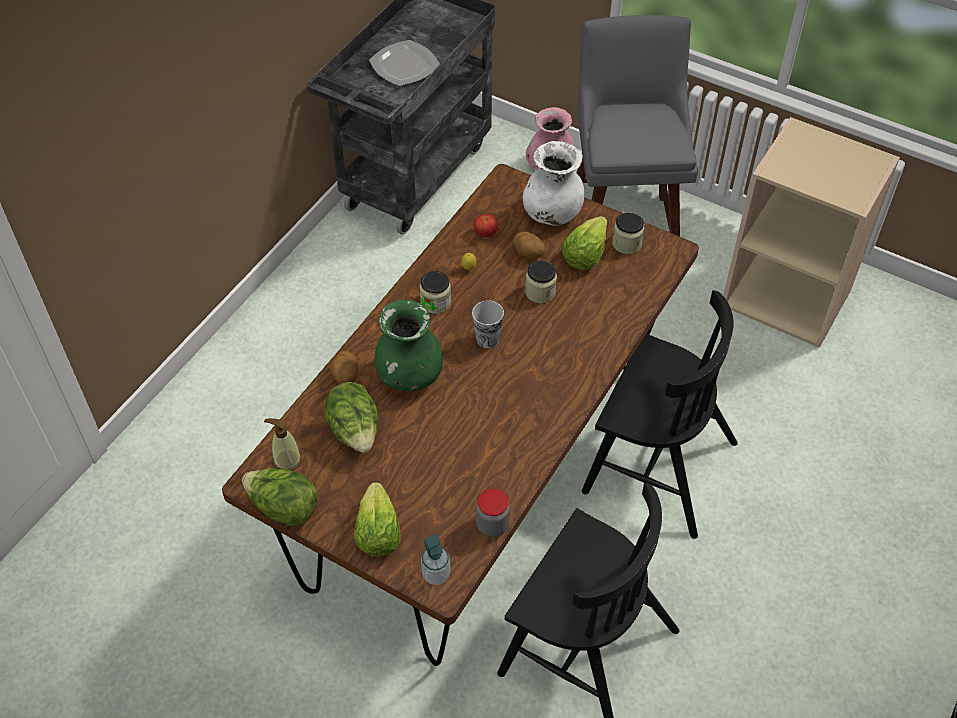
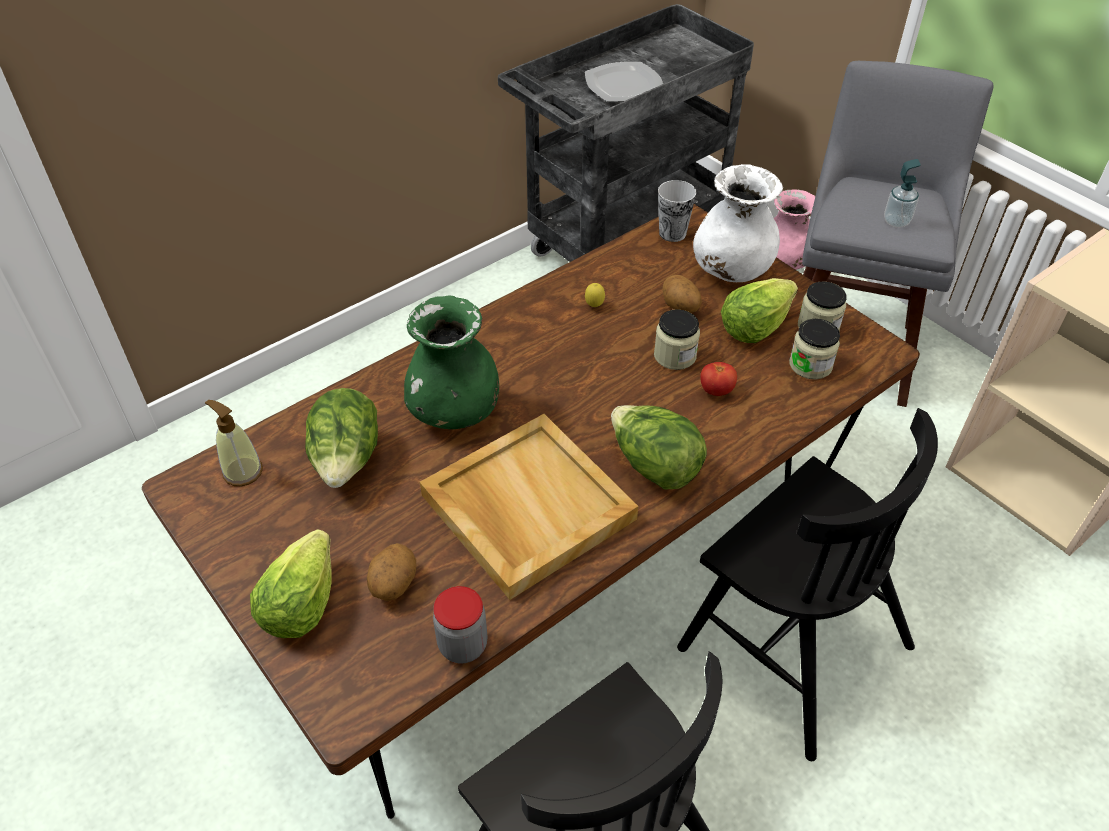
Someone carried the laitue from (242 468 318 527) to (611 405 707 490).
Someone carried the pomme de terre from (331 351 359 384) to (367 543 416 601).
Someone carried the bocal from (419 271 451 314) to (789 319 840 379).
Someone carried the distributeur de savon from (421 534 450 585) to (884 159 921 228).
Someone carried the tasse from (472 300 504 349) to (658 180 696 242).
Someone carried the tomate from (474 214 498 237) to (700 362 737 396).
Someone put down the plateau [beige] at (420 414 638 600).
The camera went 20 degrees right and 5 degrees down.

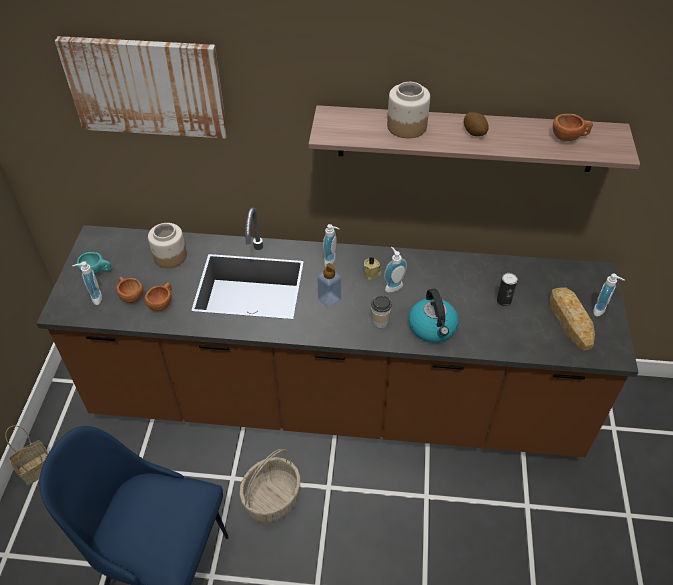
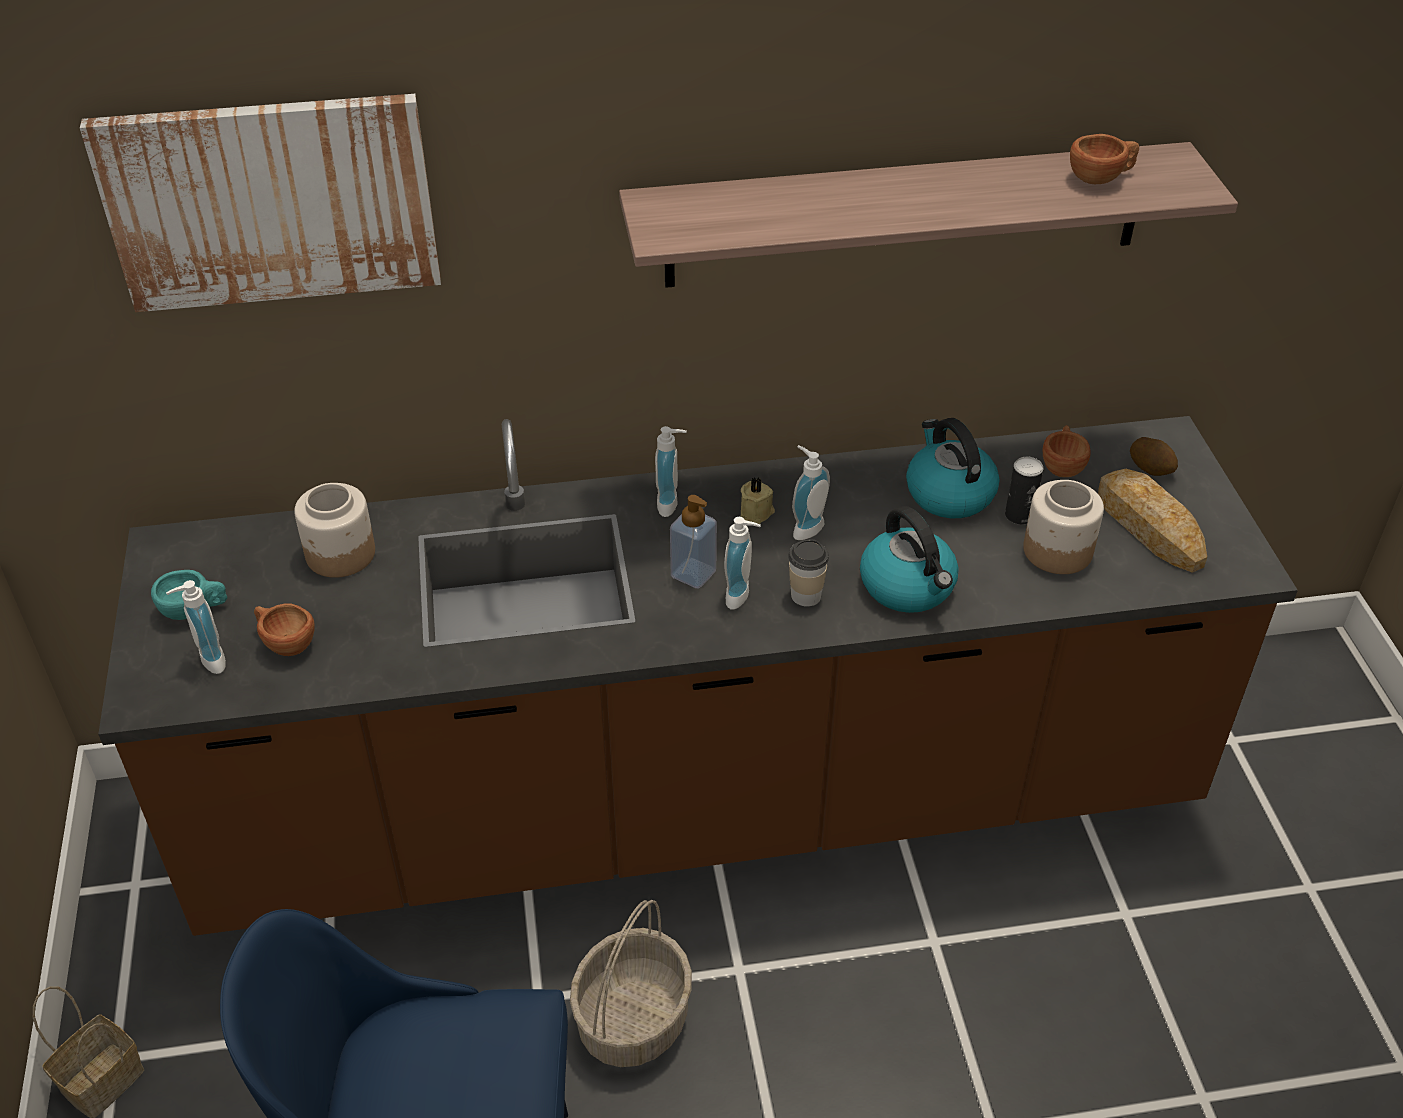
Someone carried the tasse [marron] from (145 283 172 311) to (1043 425 1091 477).
Someone carried the bocal from (387 82 430 138) to (1023 480 1104 574).
Someone carried the pomme de terre from (464 112 488 136) to (1130 437 1178 476).
Someone carried the distributeur de savon from (593 273 625 317) to (724 517 761 609).
Someone put down the bouilloire at (906 418 999 518).
The camera went 15 degrees left and 5 degrees down.

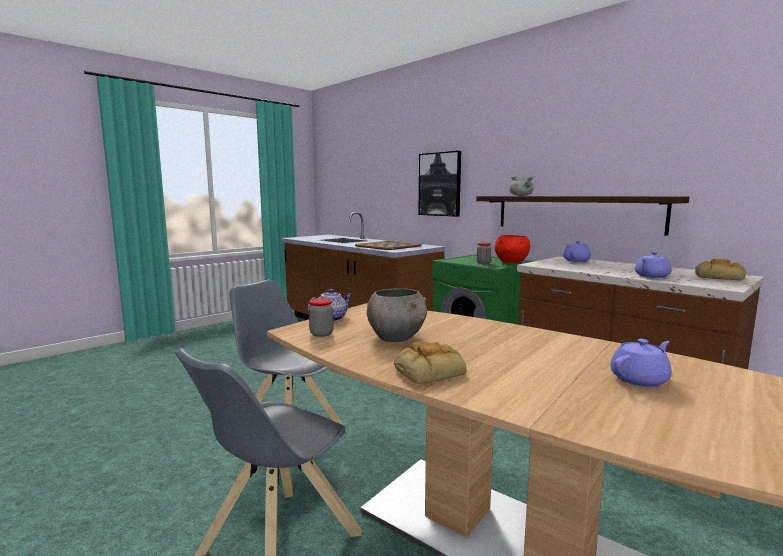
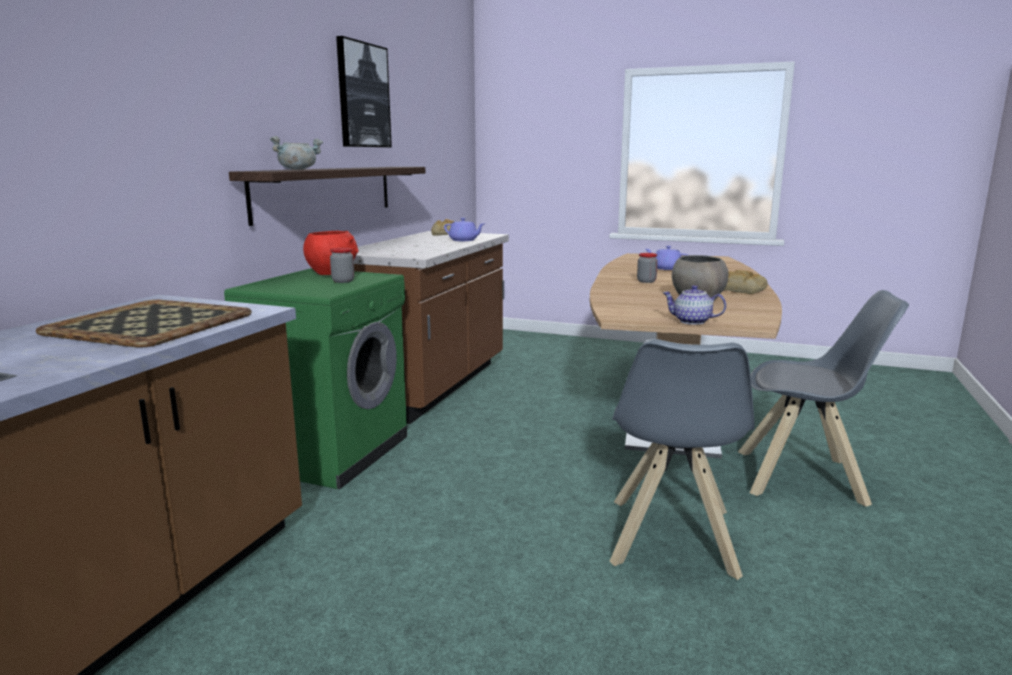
Someone carried the bocal from (309 298 334 337) to (637 253 658 283).
Someone carried the tableau from (418 151 461 217) to (336 36 392 147).
Someone took away the théière [violet] at (563 241 591 262).
The camera went 115 degrees left and 5 degrees up.

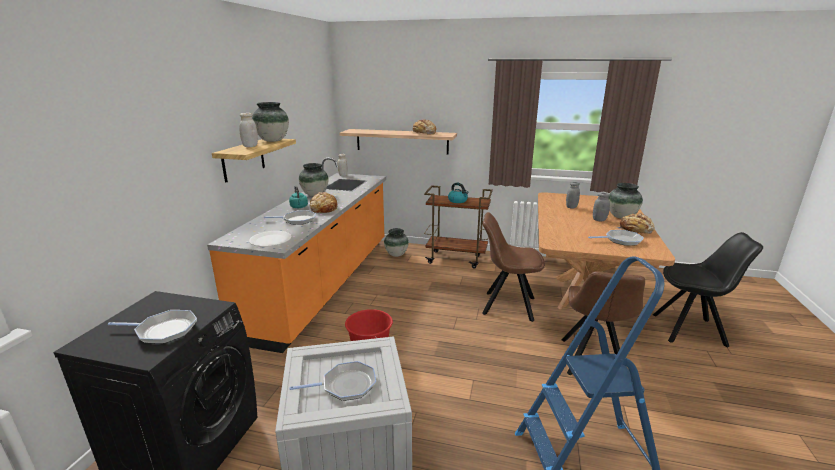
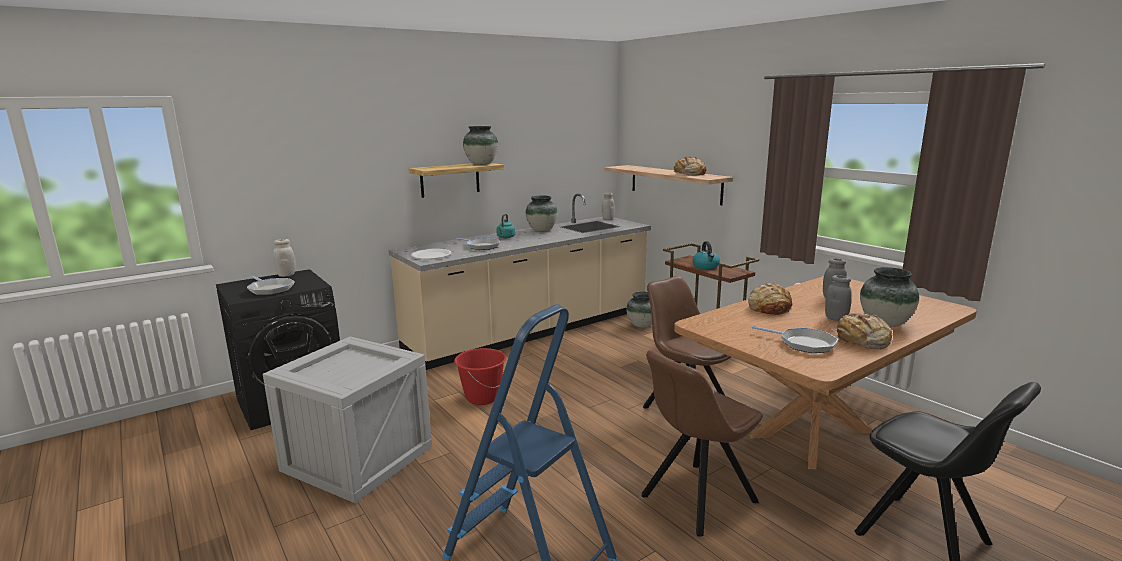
Someone repainted the comptoir de cuisine [orange] at (207 158 386 353), which became the comptoir de cuisine [beige] at (389 193 651 370).
Someone carried the bocal [blanc] from (239 113 258 147) to (273 239 296 277).
Someone took away the poêle at (289 361 376 401).
Someone carried the pain from (310 192 338 213) to (748 283 792 315).
The camera went 40 degrees right and 5 degrees down.

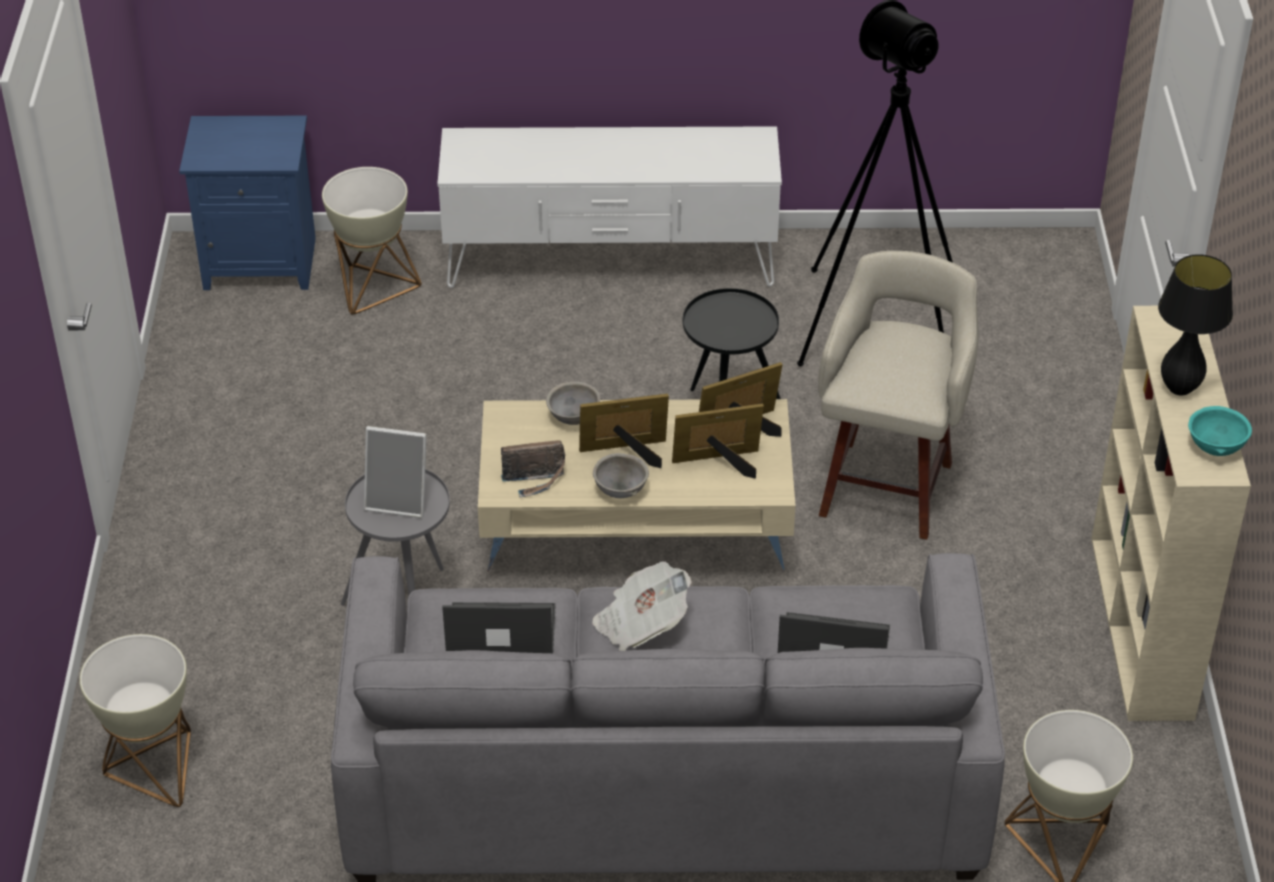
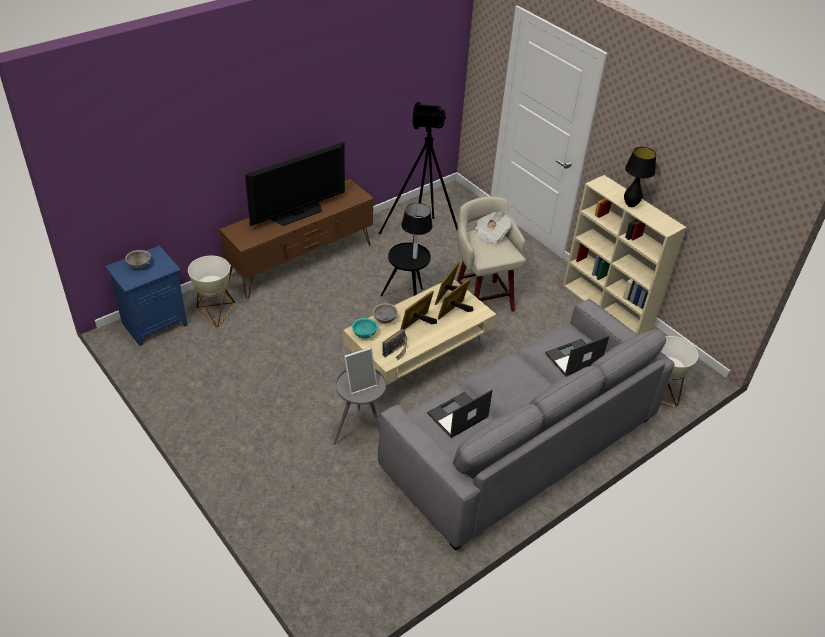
Someone took away the cache-pot at (79 634 191 807).
Someone repainted the meuble télé [blanc] at (437 126 782 288), which became the meuble télé [marron] at (219 179 374 299).
Someone carried the journal from (592 562 692 651) to (475 212 511 244).
Someone carried the bol [gris] from (593 453 649 498) to (125 250 151 269).
Someone carried the bol [turquoise] from (1188 406 1252 456) to (352 318 377 339).
Someone put down the téléviseur at (245 142 345 226).
Someone put down the lampe de table at (401 203 433 259).
The camera went 40 degrees left and 0 degrees up.

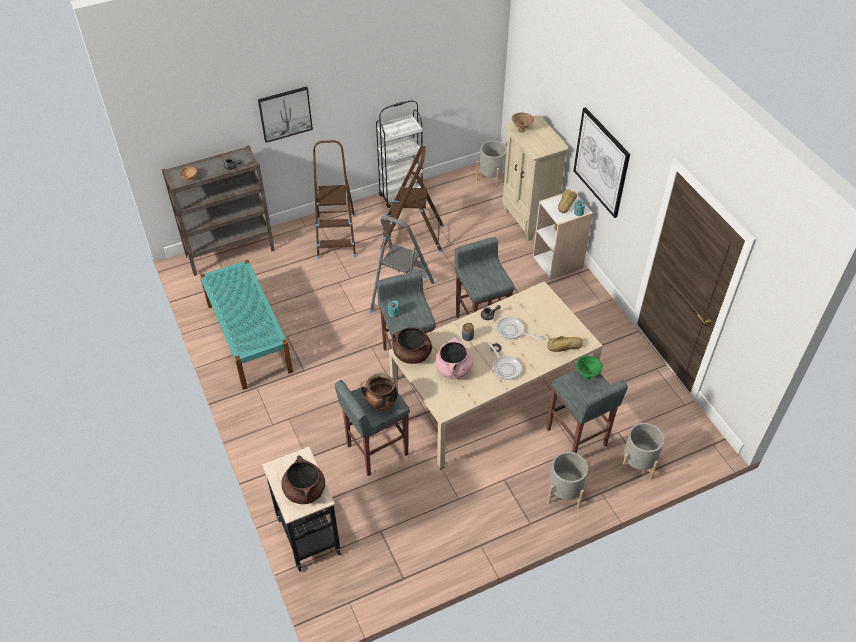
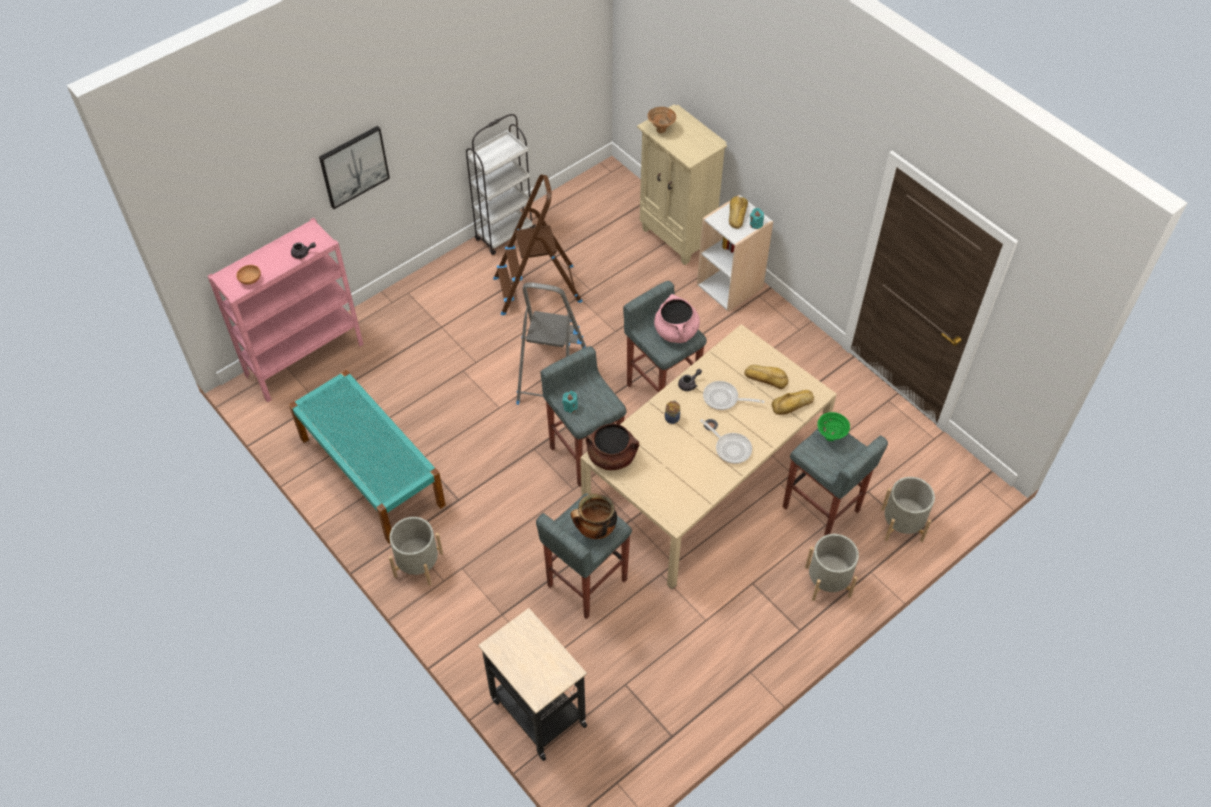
Someone repainted the bibliothèque [gris] at (162 145 275 276), which became the bibliothèque [rose] at (208 217 364 402).
Someone took away the marmite [marron] at (281 456 325 504).
Someone took away the escabeau [marron] at (313 140 356 259).
Someone carried the marmite [rose] from (435 337 473 380) to (654 294 700 343).
Someone carried the cache-pot [gris] from (476 141 507 188) to (389 517 443 586).
Someone took away the tableau at (573 107 630 218).
Someone put down the pain at (744 365 788 389).
The camera went 15 degrees left and 5 degrees up.

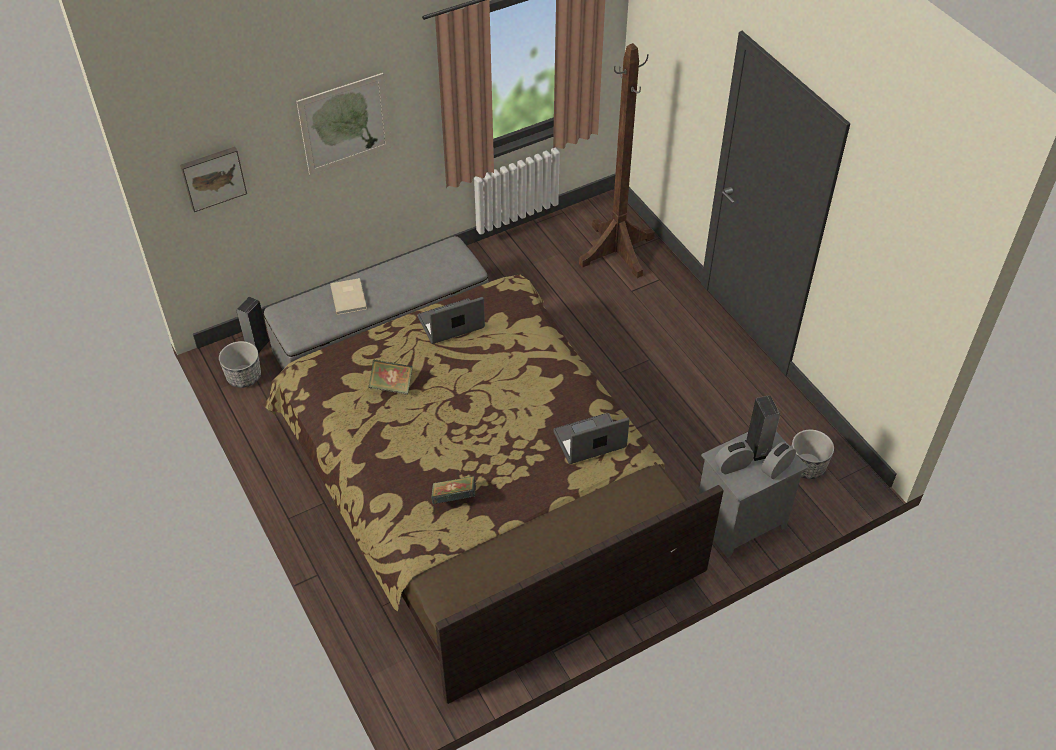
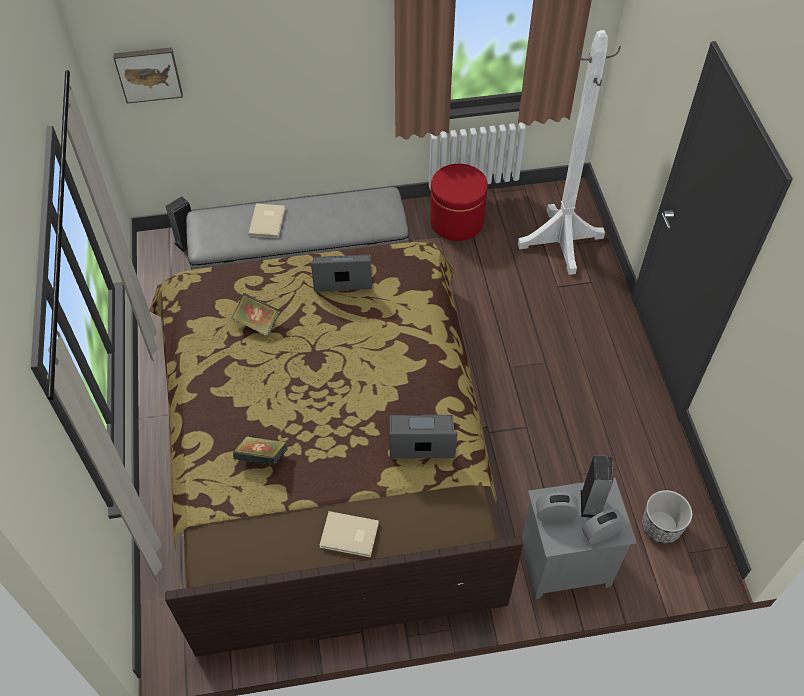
Someone took away the cache-pot at (219 341 261 388).
Someone took away the tableau at (296 73 392 175).
Someone repainted the portant [marron] at (579 43 655 278), which became the portant [blanc] at (518 30 621 275).
Someone put down the livre [beige] at (319 511 379 558).
Someone put down the pouf [rouge] at (430 164 488 241).
The camera went 20 degrees right and 5 degrees up.

